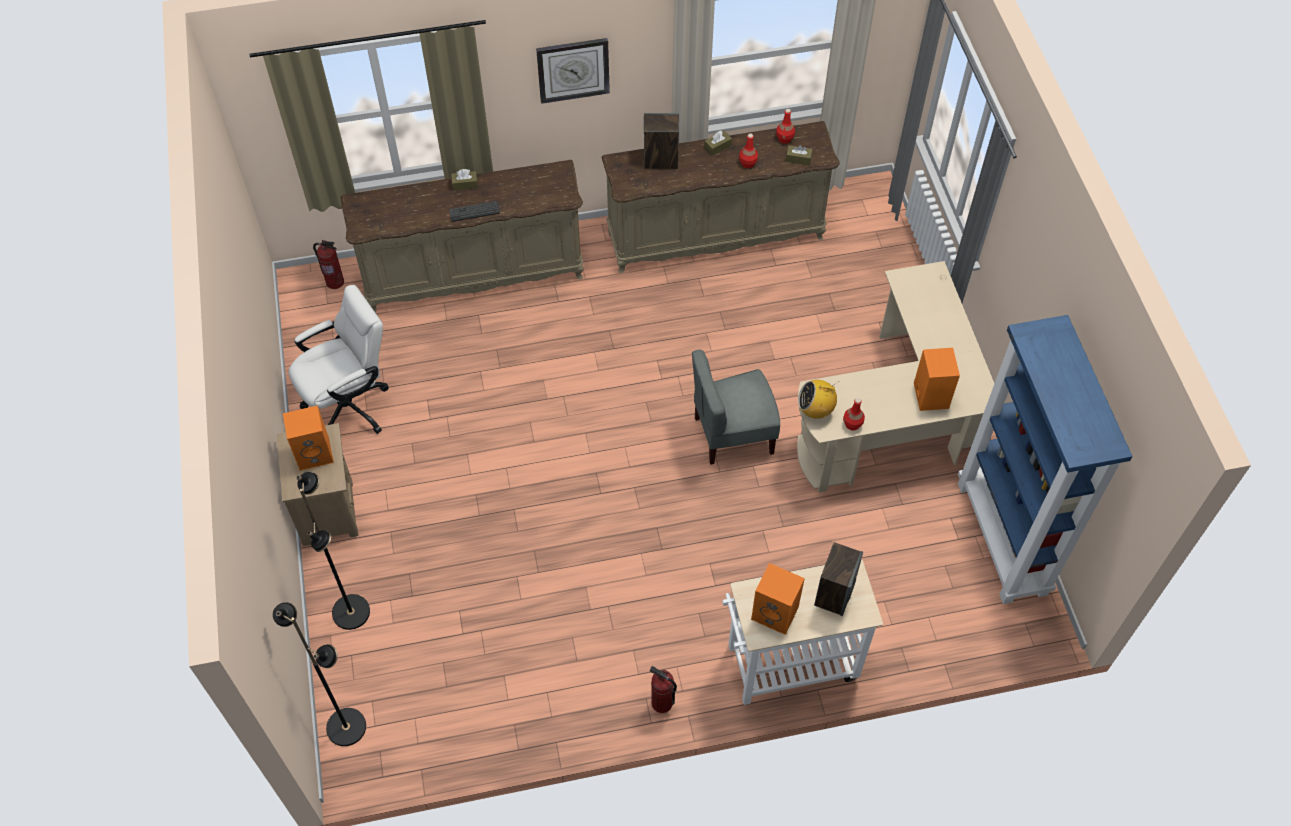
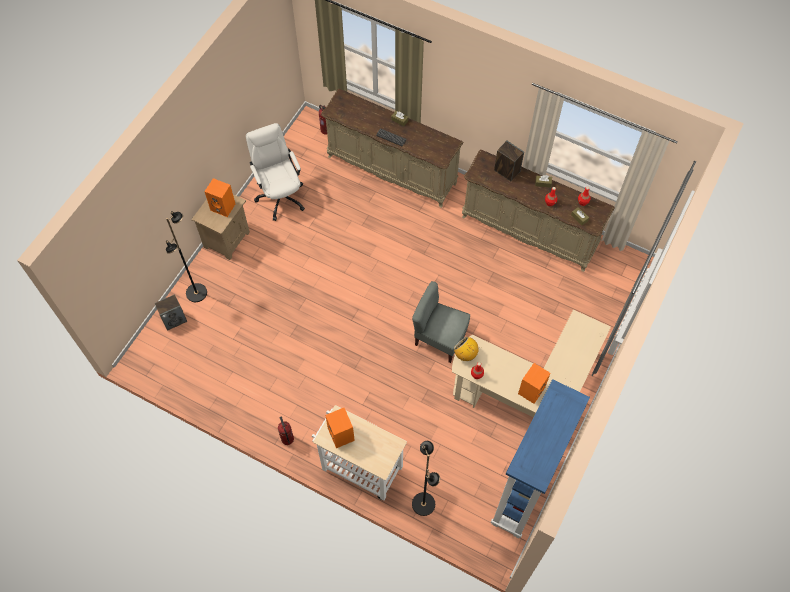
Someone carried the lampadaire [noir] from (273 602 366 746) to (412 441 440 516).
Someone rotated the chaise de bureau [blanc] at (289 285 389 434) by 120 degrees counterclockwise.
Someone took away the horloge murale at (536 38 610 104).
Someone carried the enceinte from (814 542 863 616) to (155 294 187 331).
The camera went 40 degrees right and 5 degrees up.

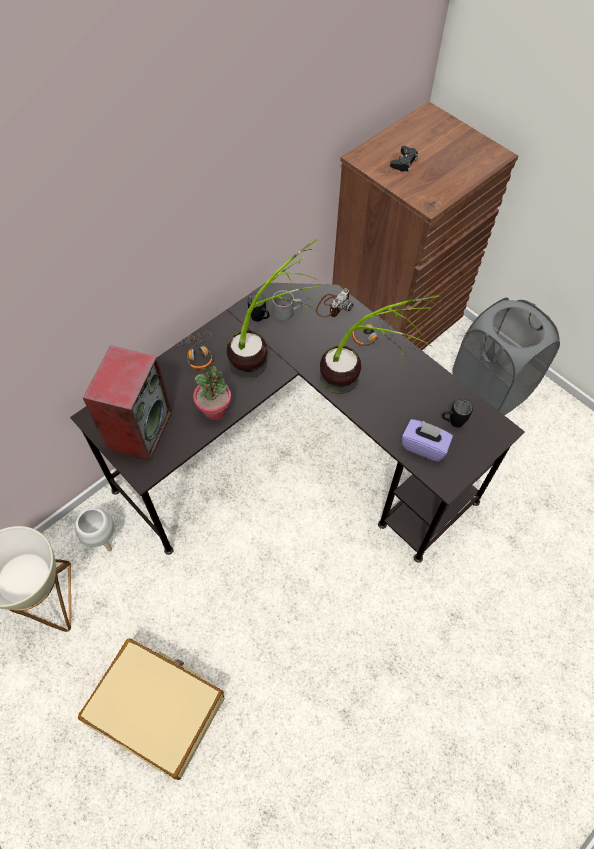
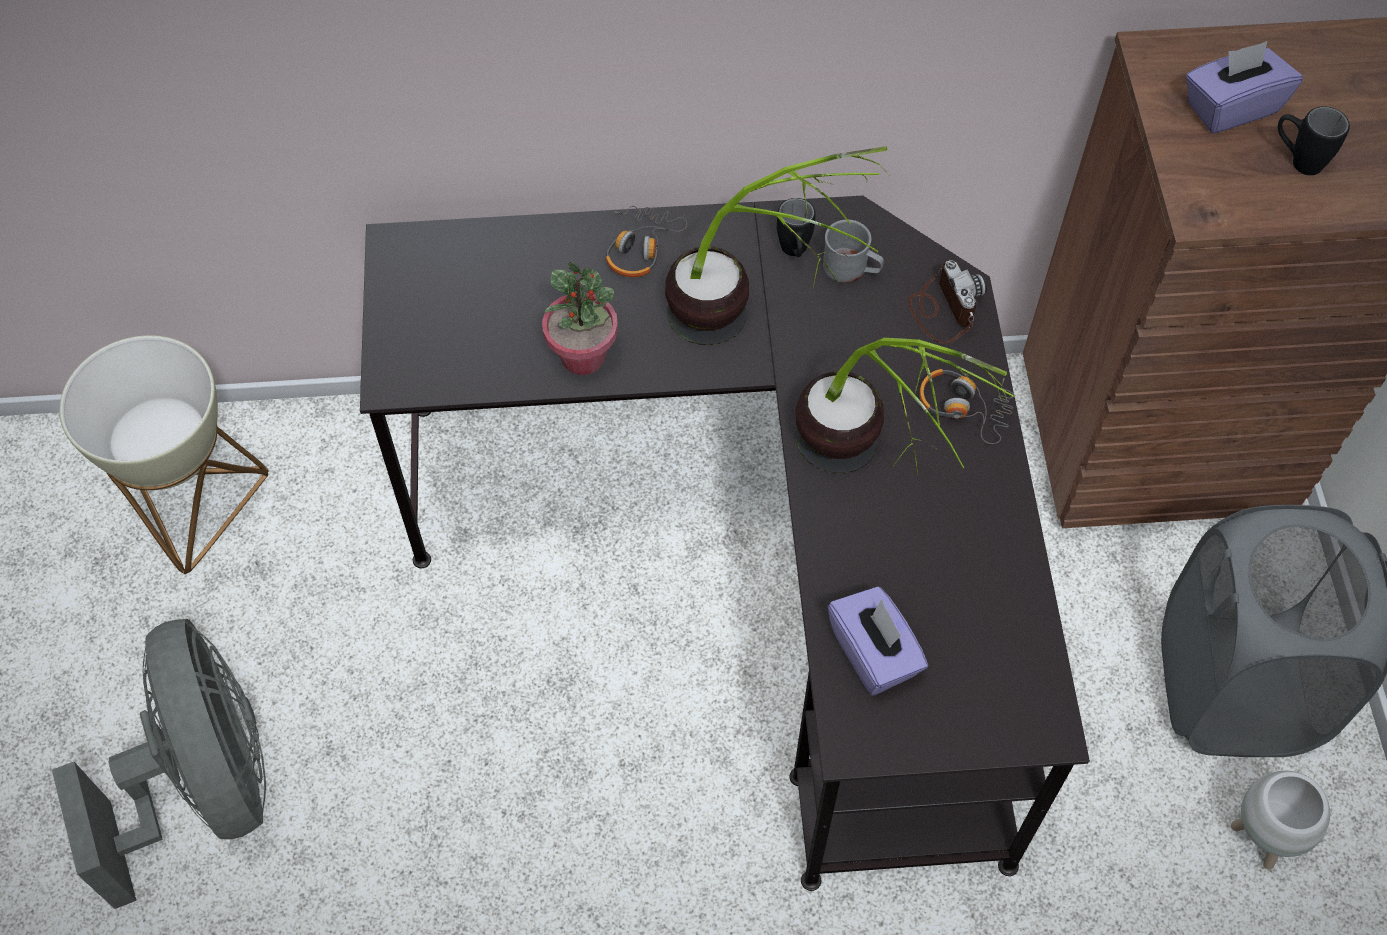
Someone carried the cache-pot [blanc] from (75 508 114 551) to (1231 771 1330 870).
Someone swapped the valise [beige] at (78 638 224 780) for the ventilateur [gris] at (52 619 266 909).
Someone took away the enceinte at (83 345 172 461).
Someone rotated the appareil photo at (316 289 353 317) by 90 degrees counterclockwise.
Someone swapped the manette [noir] at (390 146 418 172) for the boîte à mouchoirs [violet] at (1186 41 1303 133).
Someone carried the mug [noir] from (442 399 473 427) to (1278 106 1350 175).
The camera went 40 degrees right and 0 degrees up.

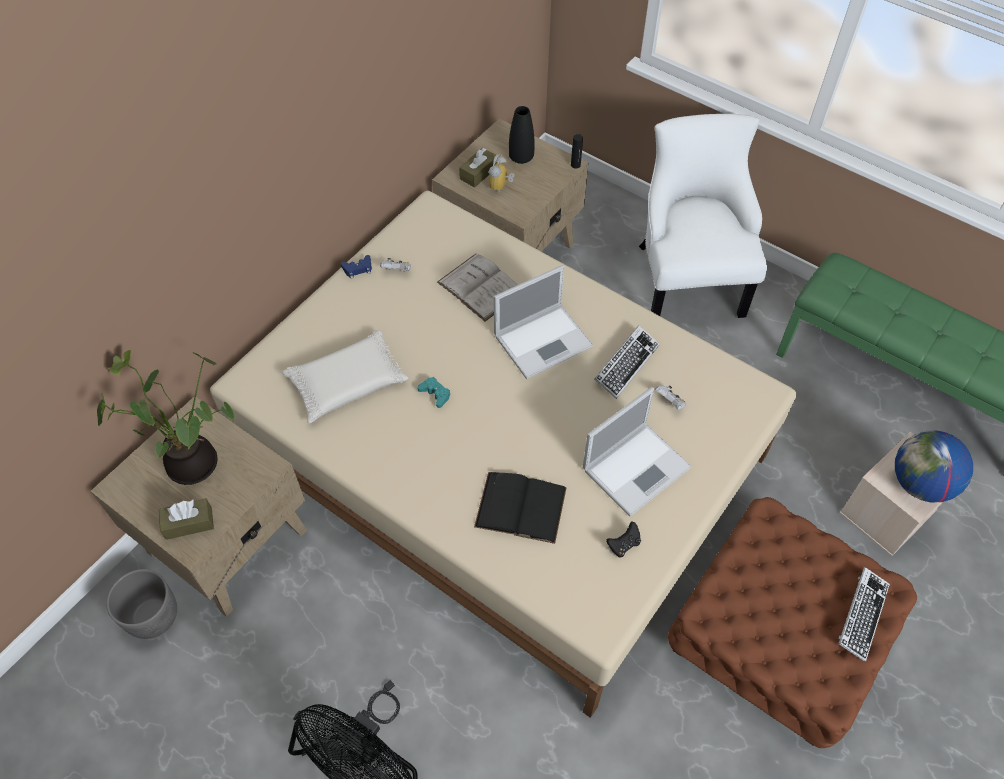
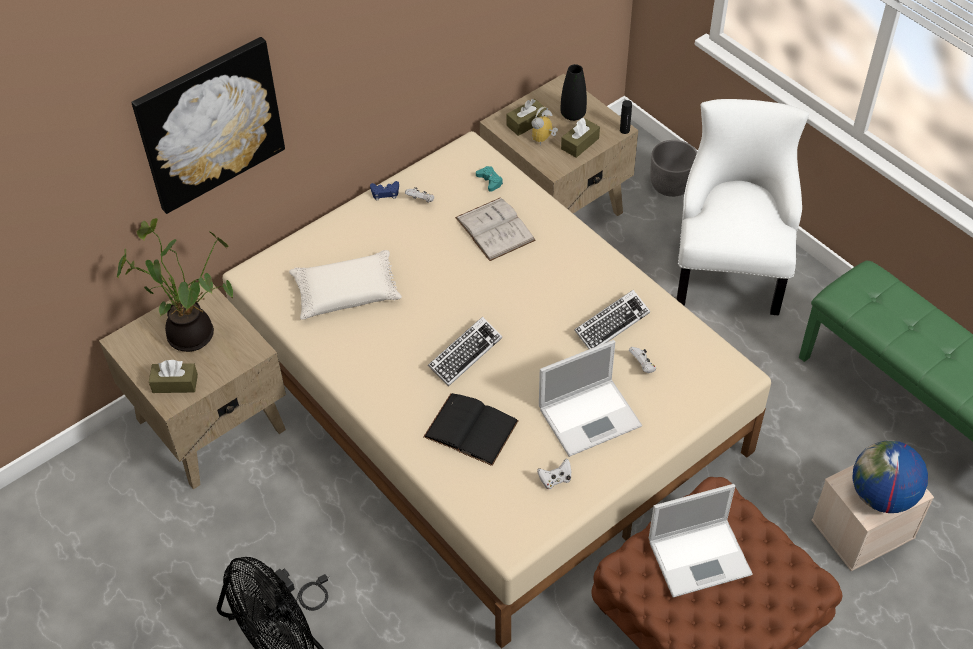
Someone carried the cache-pot [gris] from (106 569 177 639) to (650 140 697 197).
Someone carried the manette [turquoise] from (417 377 451 408) to (476 166 503 192).
Someone carried the ordinateur portable from (494 265 593 379) to (649 484 753 597).
Someone repainted the manette [noir] at (606 521 641 558), which became the manette [blanc] at (537 459 571 489).
Someone carried the clavier from (838 567 890 662) to (428 317 502 387).
Someone put up the tableau at (131 37 285 214).
Someone put down the boîte à mouchoirs [marron] at (561 118 600 158).
The camera went 15 degrees right and 5 degrees down.

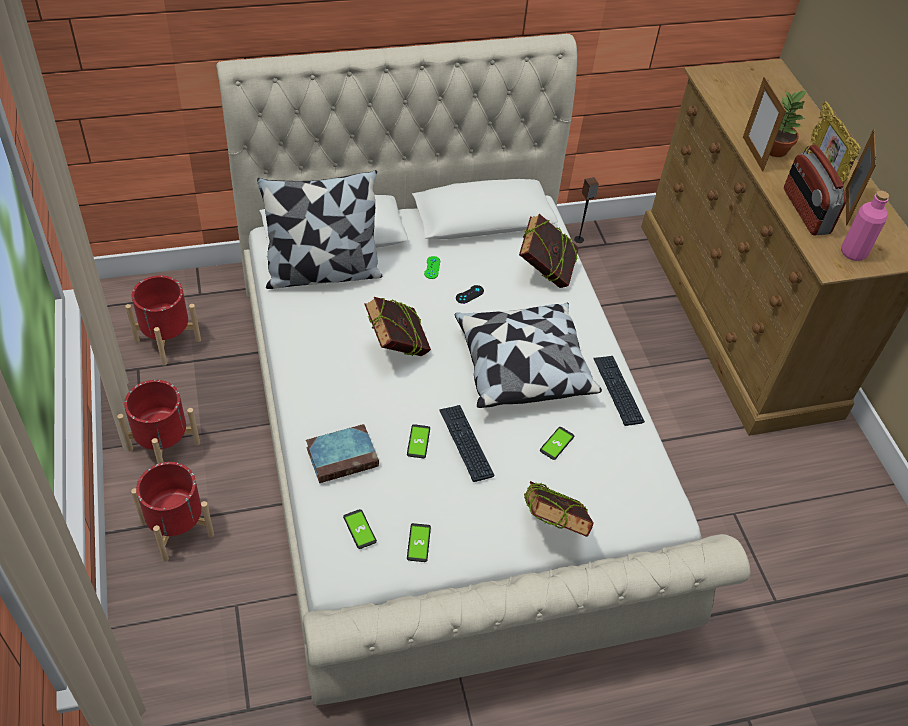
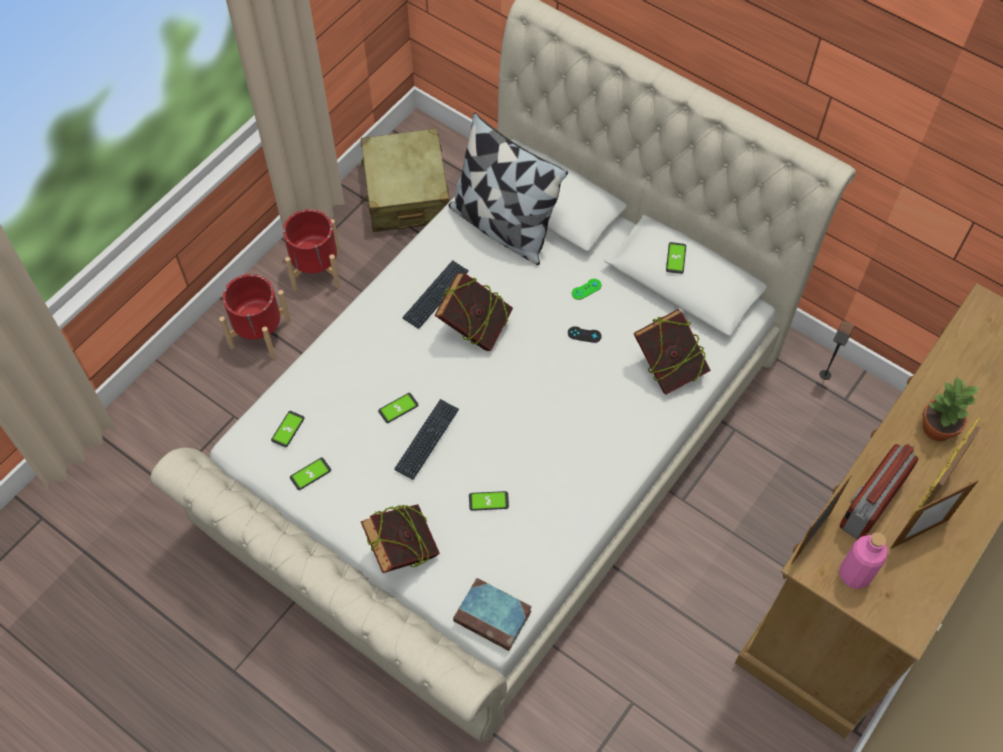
Someone swapped the cache-pot [rouge] at (125 275 201 365) for the valise [beige] at (360 128 449 232).
Someone carried the livre from (306 424 379 483) to (453 578 532 651).
Someone took away the coussin at (455 302 602 408).
Someone carried the clavier from (594 356 645 426) to (403 260 469 329).
Someone carried the cadre photo from (743 76 786 172) to (791 474 852 564).
Someone put down the téléphone at (666 242 686 274).
The camera went 55 degrees right and 10 degrees up.

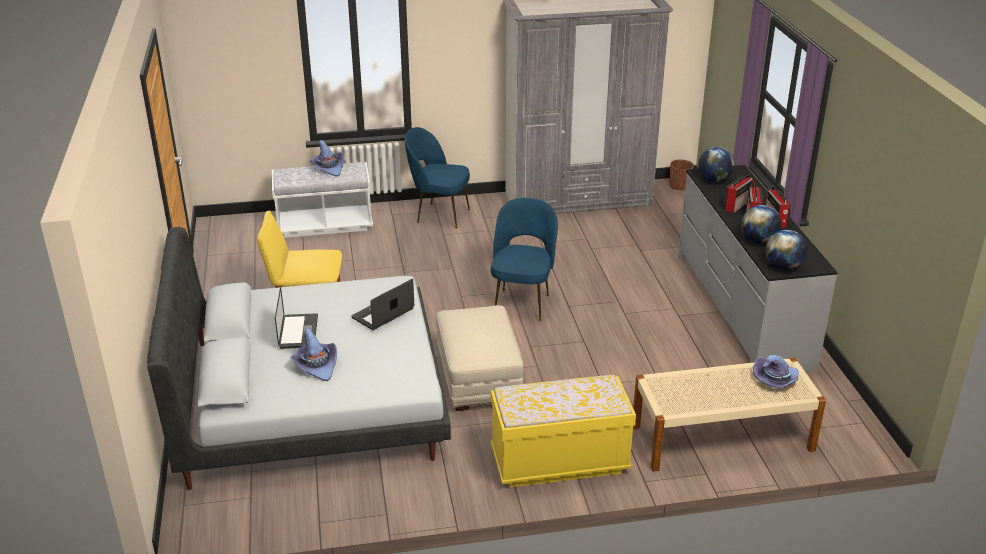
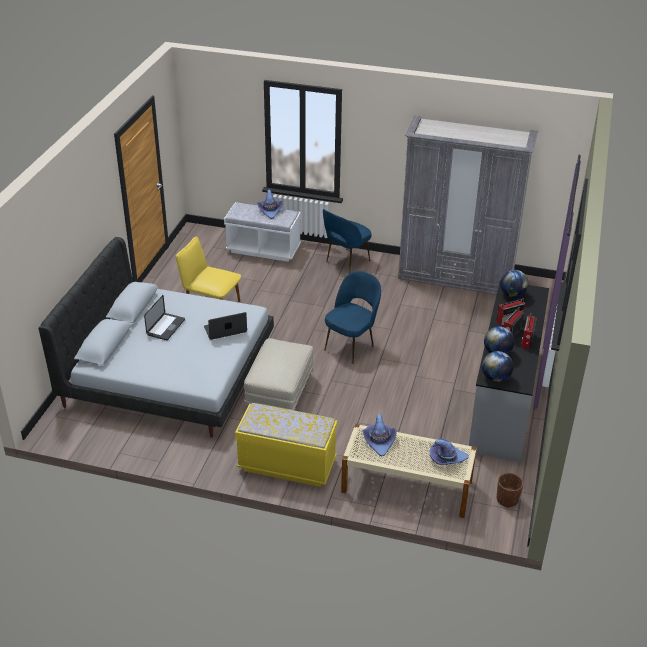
Someone carried the chapeau [violet] from (291 329 337 381) to (362 414 397 456).
Someone rotated the chaise [bleu] at (404 127 470 228) by 90 degrees counterclockwise.
Someone carried the cache-pot [marron] from (670 160 694 191) to (497 473 523 508).
The camera went 25 degrees right and 5 degrees up.

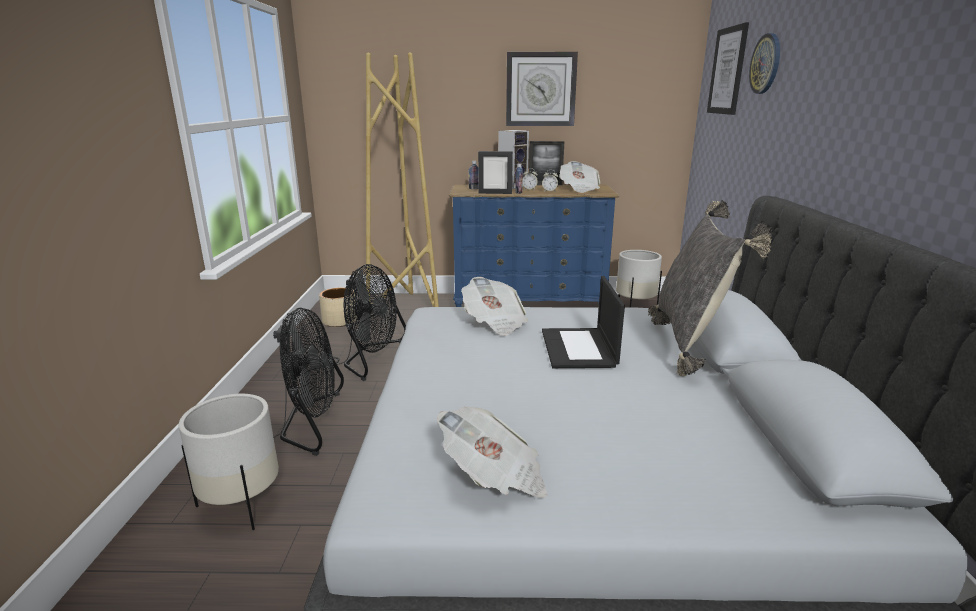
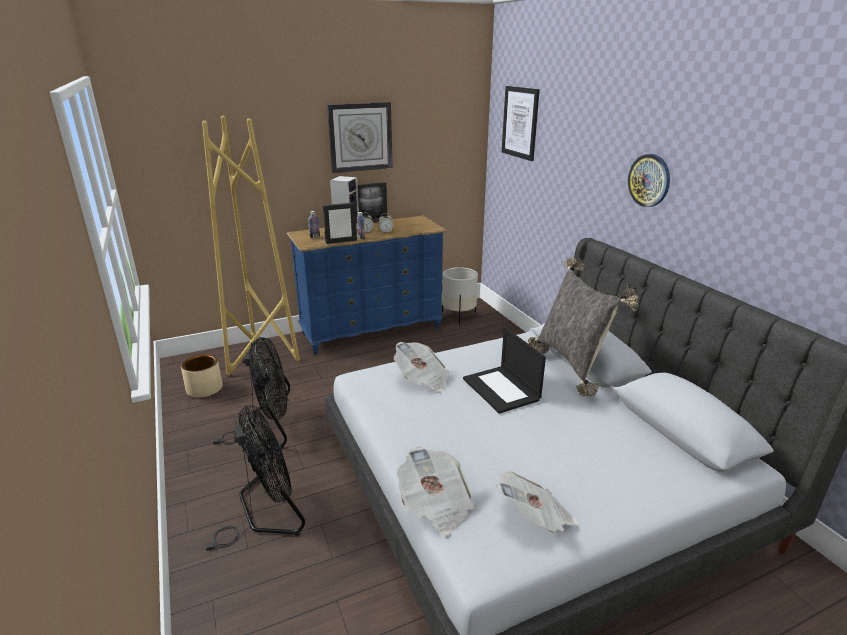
Someone took away the cache-pot [blanc] at (179 394 279 530).
Someone carried the journal from (559 161 600 193) to (397 447 475 536).
Someone carried the horloge murale from (749 33 780 94) to (628 154 670 207).
The camera went 25 degrees left and 5 degrees up.

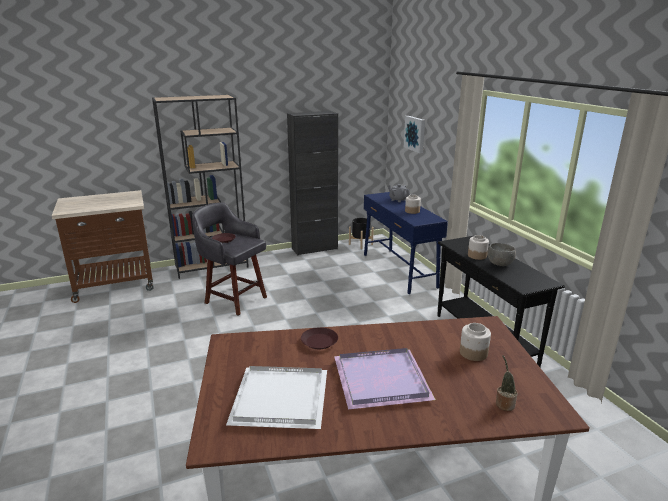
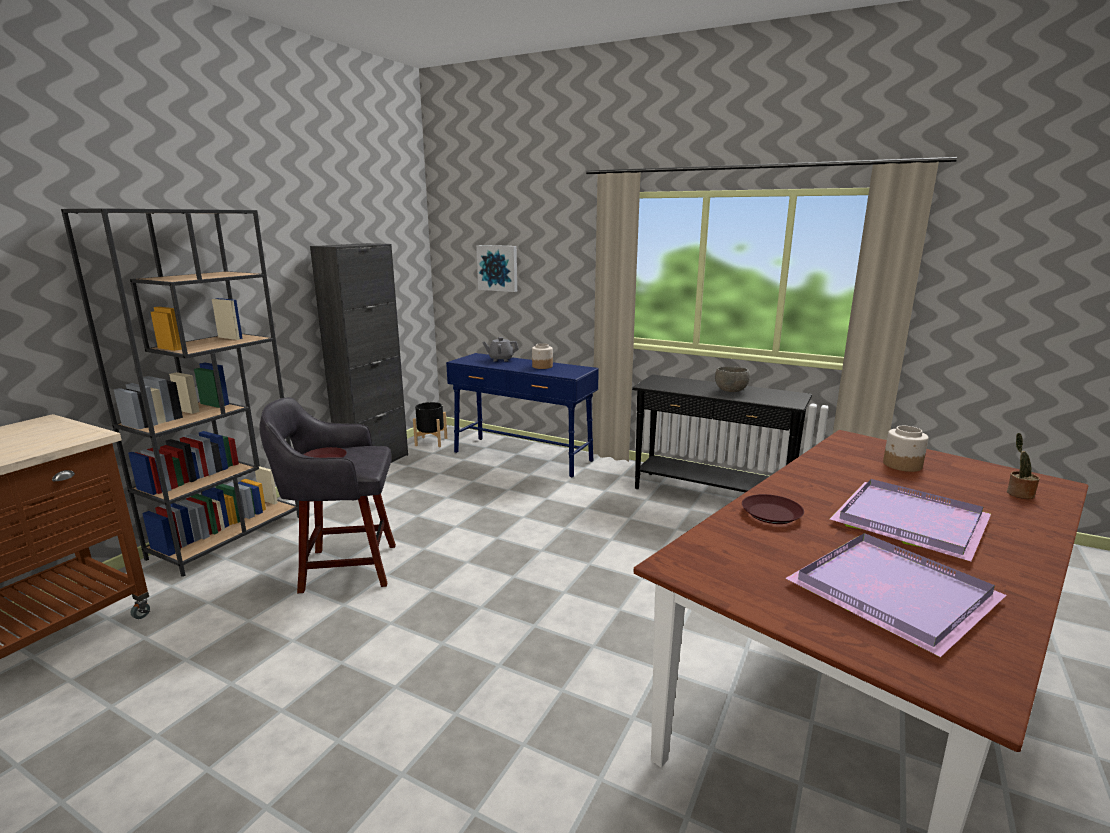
Someone repainted the plateau [blanc] at (226 366 327 429), which became the plateau [violet] at (785 533 1007 657).
Someone took away the bocal at (468 235 489 260).
The camera went 40 degrees left and 5 degrees down.

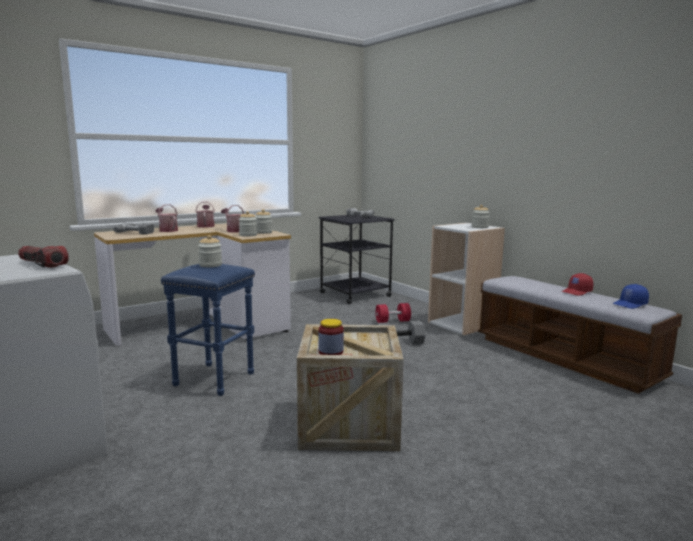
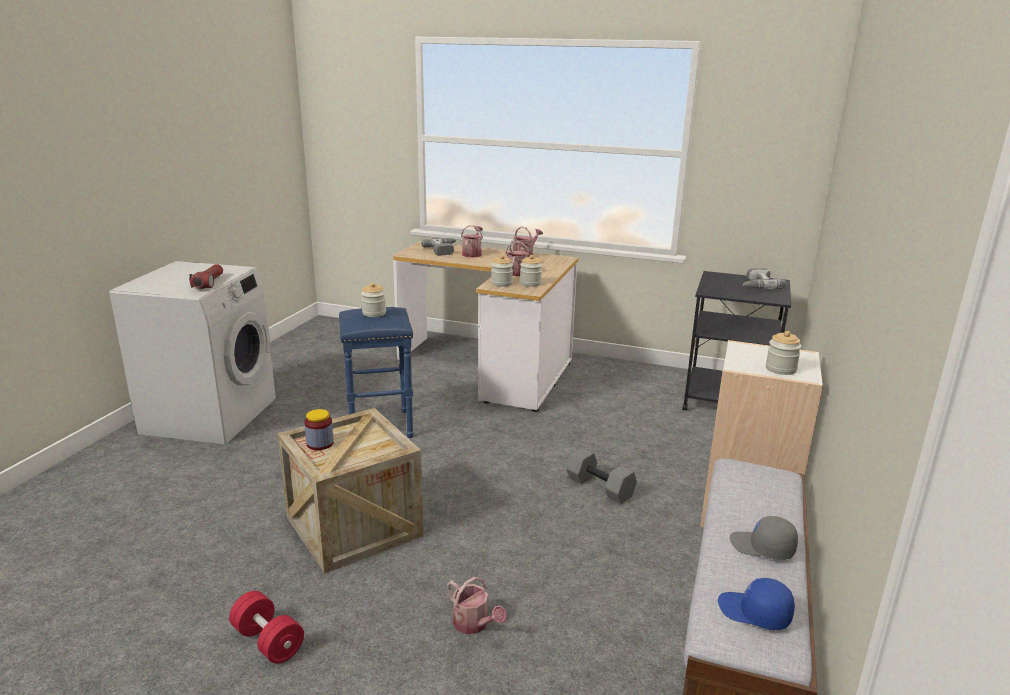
Someone carried the haltère [rouge] from (375 303 411 323) to (229 591 304 664).
Someone repainted the casquette [rouge] at (562 273 593 296), which became the casquette [gris] at (730 516 798 560).
Someone put down the arrosoir at (447 577 507 634).
The camera went 55 degrees right and 10 degrees up.

